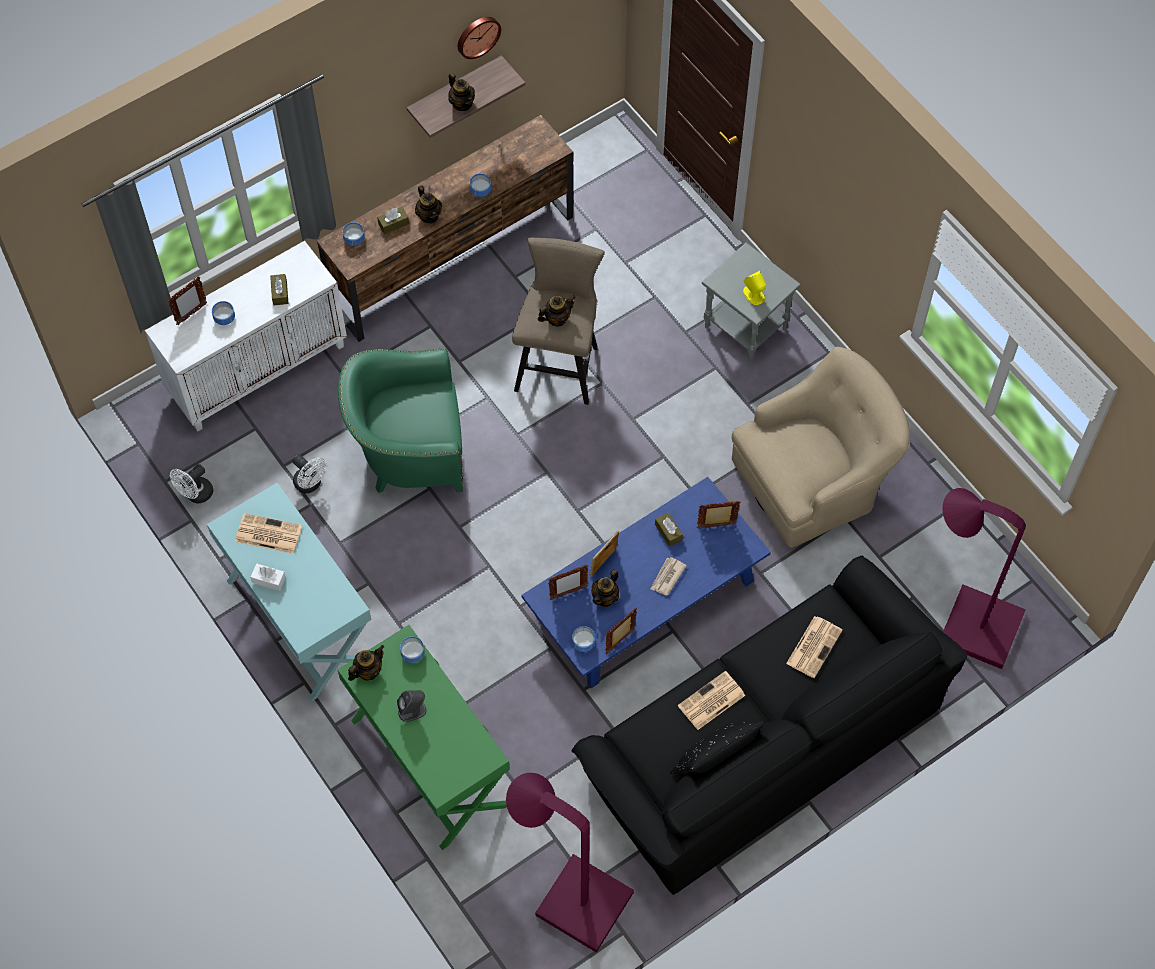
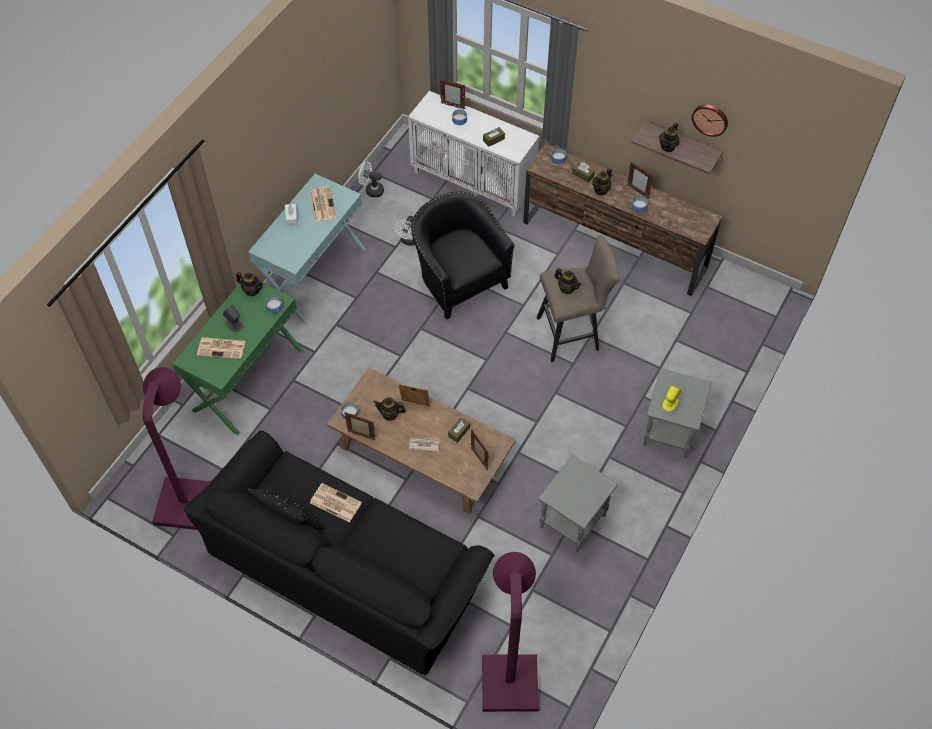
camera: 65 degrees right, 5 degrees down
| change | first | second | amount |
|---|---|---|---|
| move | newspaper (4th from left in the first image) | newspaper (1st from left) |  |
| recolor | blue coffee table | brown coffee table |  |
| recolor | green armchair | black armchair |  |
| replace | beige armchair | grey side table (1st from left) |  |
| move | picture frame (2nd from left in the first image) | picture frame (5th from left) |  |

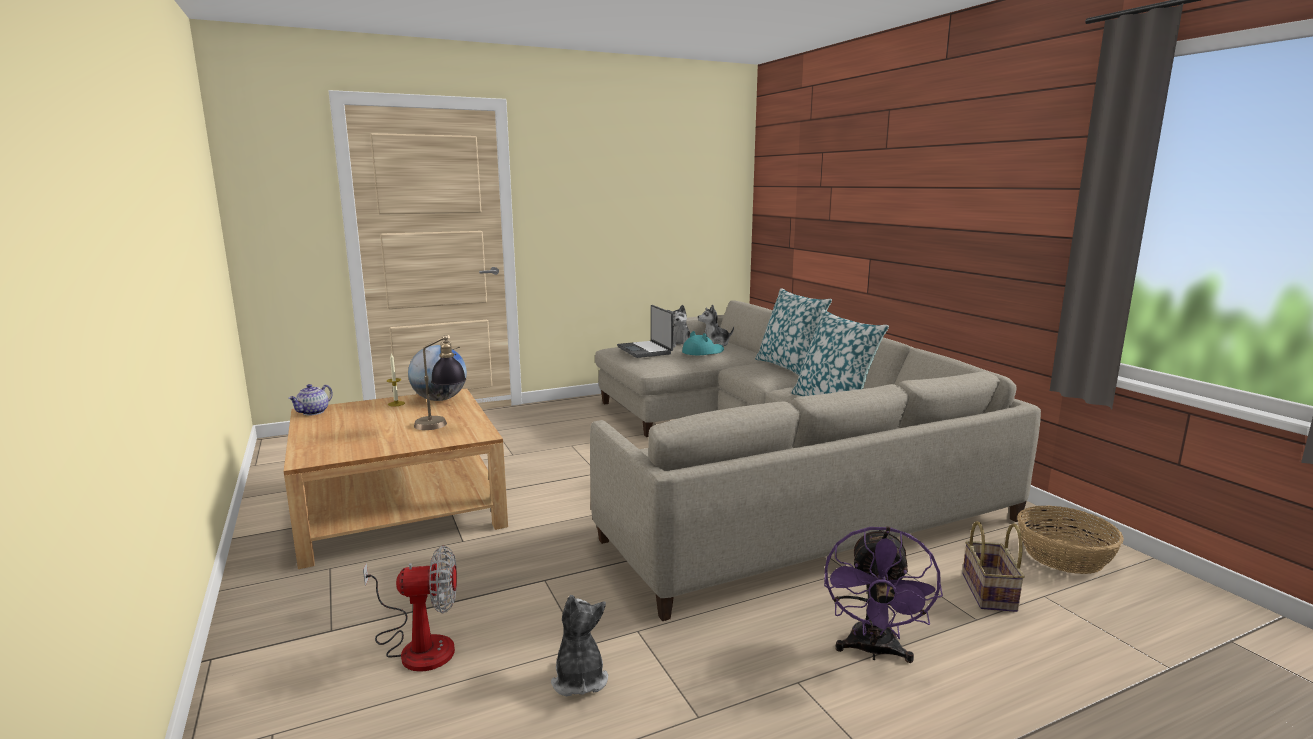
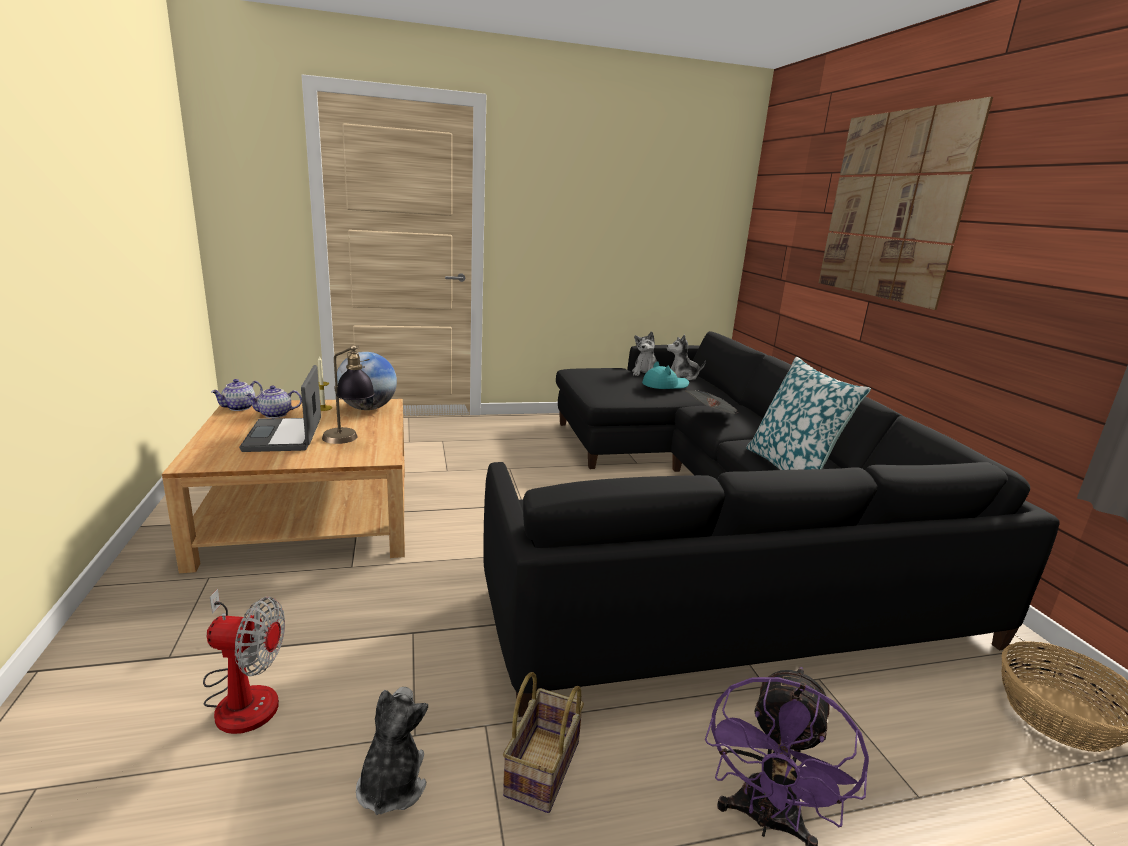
camera: 10 degrees right, 5 degrees up
| change | first | second | amount |
|---|---|---|---|
| move | laptop |  |  |
| insert |  | teapot (2nd from left) |  |
| recolor | beige sofa | black sofa |  |
| move | basket (1st from left) |  |  |
| insert |  | newspaper |  |
| insert |  | picture |  |
| delete | pillow (1st from left) |  |  |

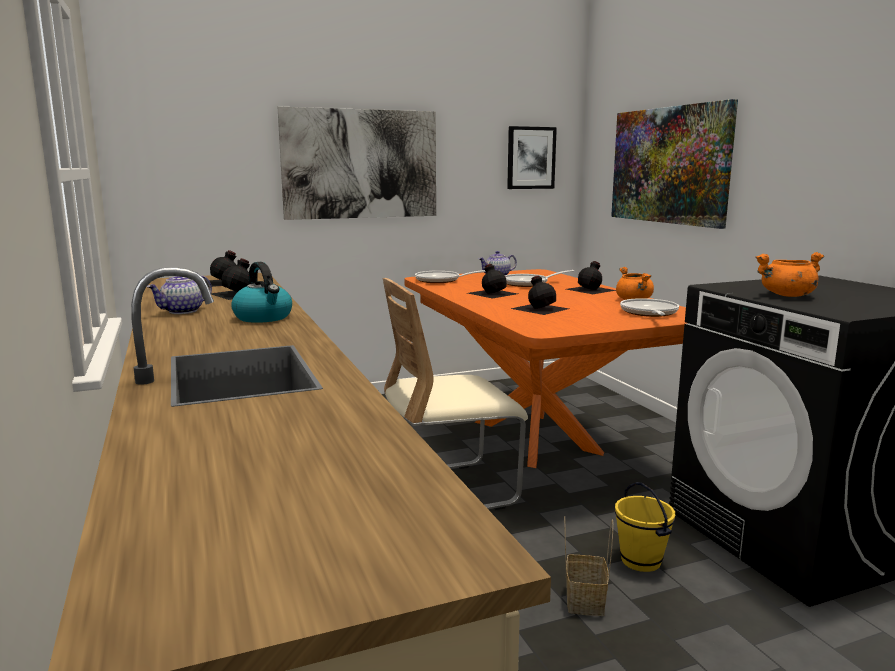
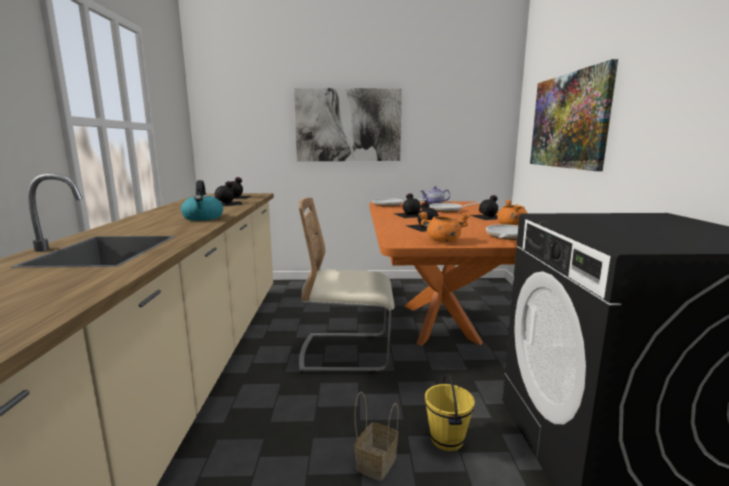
camera: 20 degrees right, 0 degrees up
| change | first | second | amount |
|---|---|---|---|
| move | orange cooking pot (2nd from left in the first image) | orange cooking pot (1st from left) |  |
| delete | teapot (1st from left) |  |  |
| delete | picture (2nd from left) |  |  |

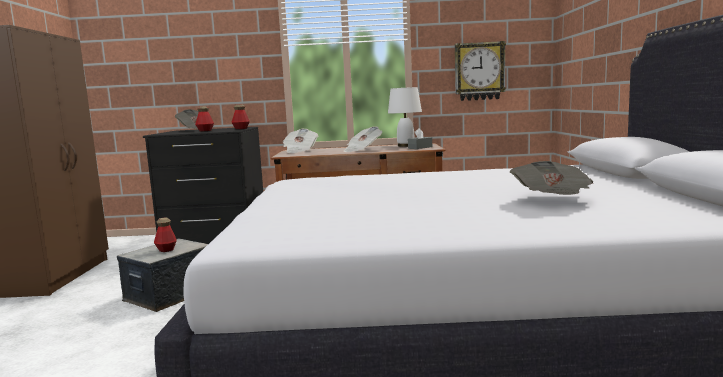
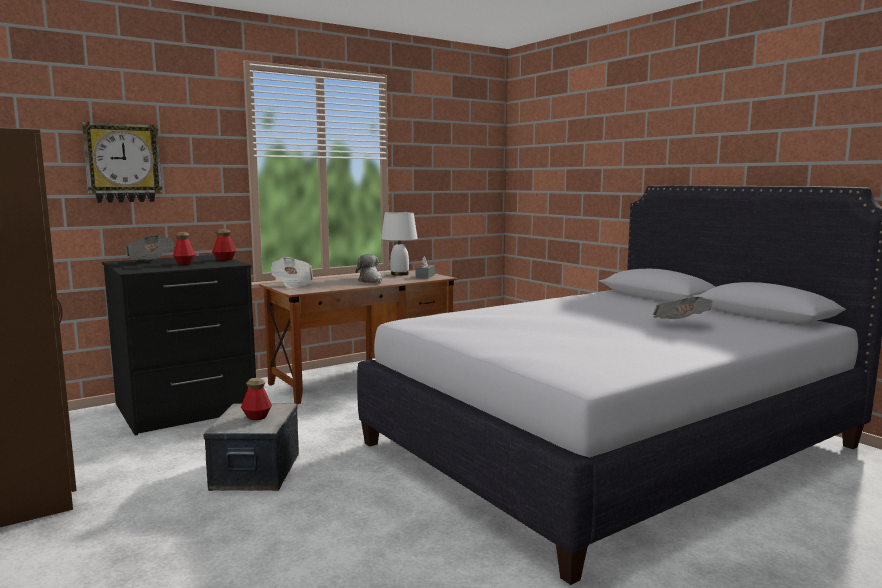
camera: 35 degrees left, 0 degrees up
| change | first | second | amount |
|---|---|---|---|
| move | wall clock |  |  |
| replace | newspaper (3rd from left) | plush toy |  |

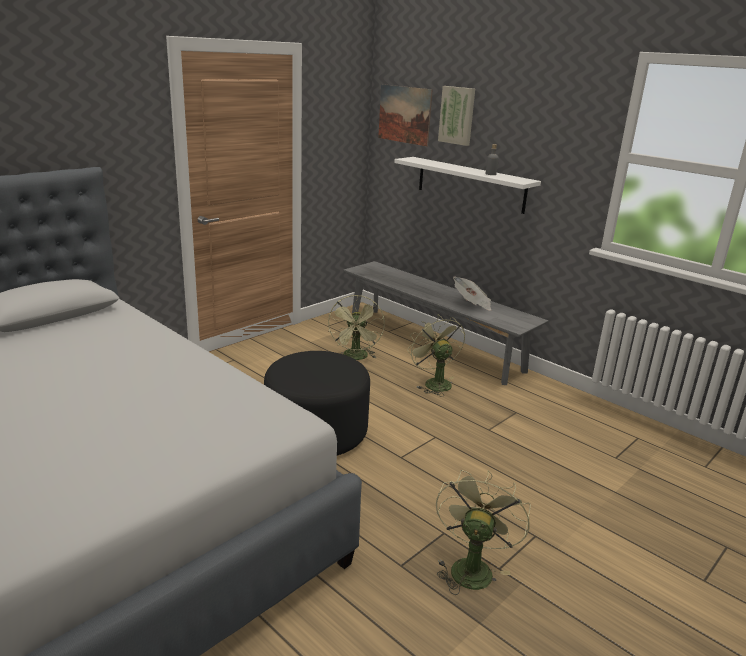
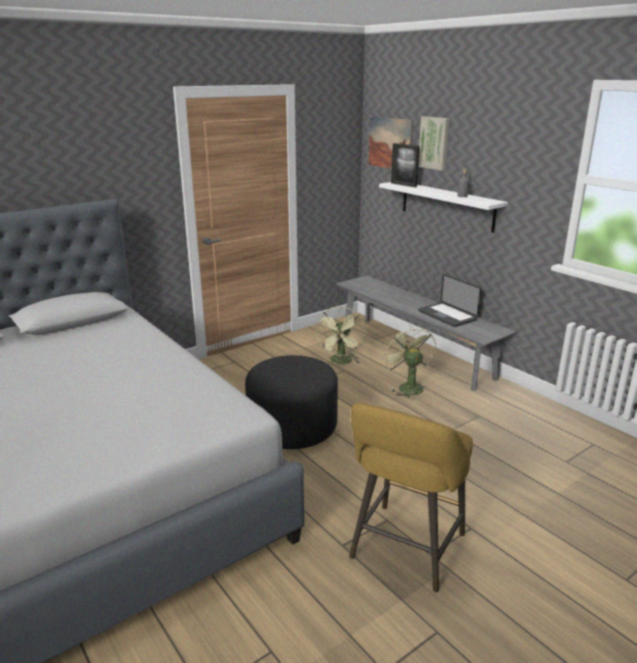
camera: 10 degrees right, 0 degrees up
| change | first | second | amount |
|---|---|---|---|
| replace | green fan (3rd from left) | yellow stool |  |
| insert |  | picture frame |  |
| replace | newspaper | laptop |  |

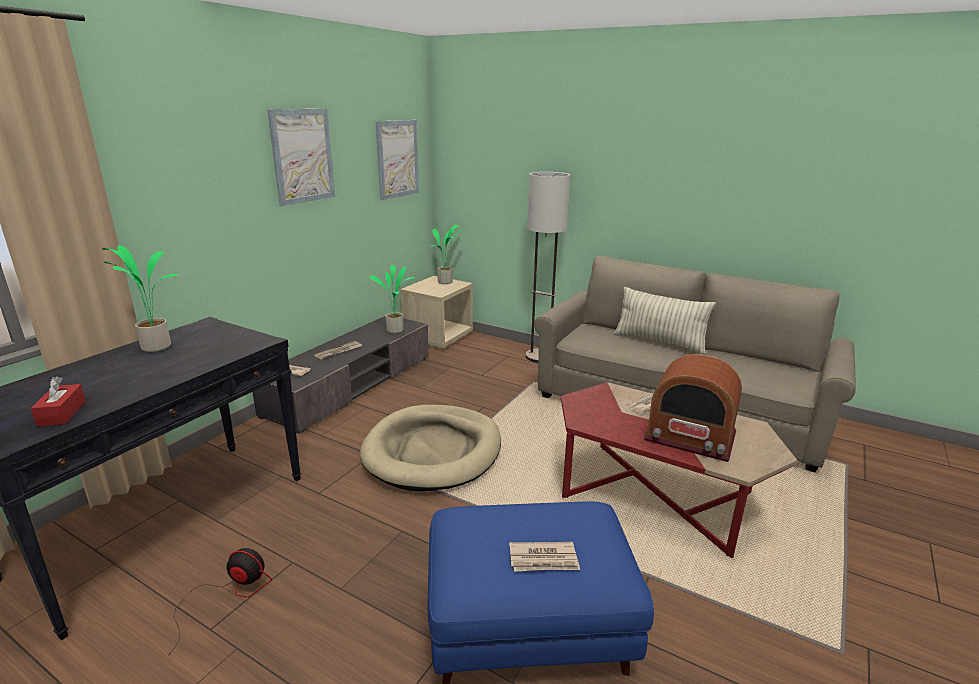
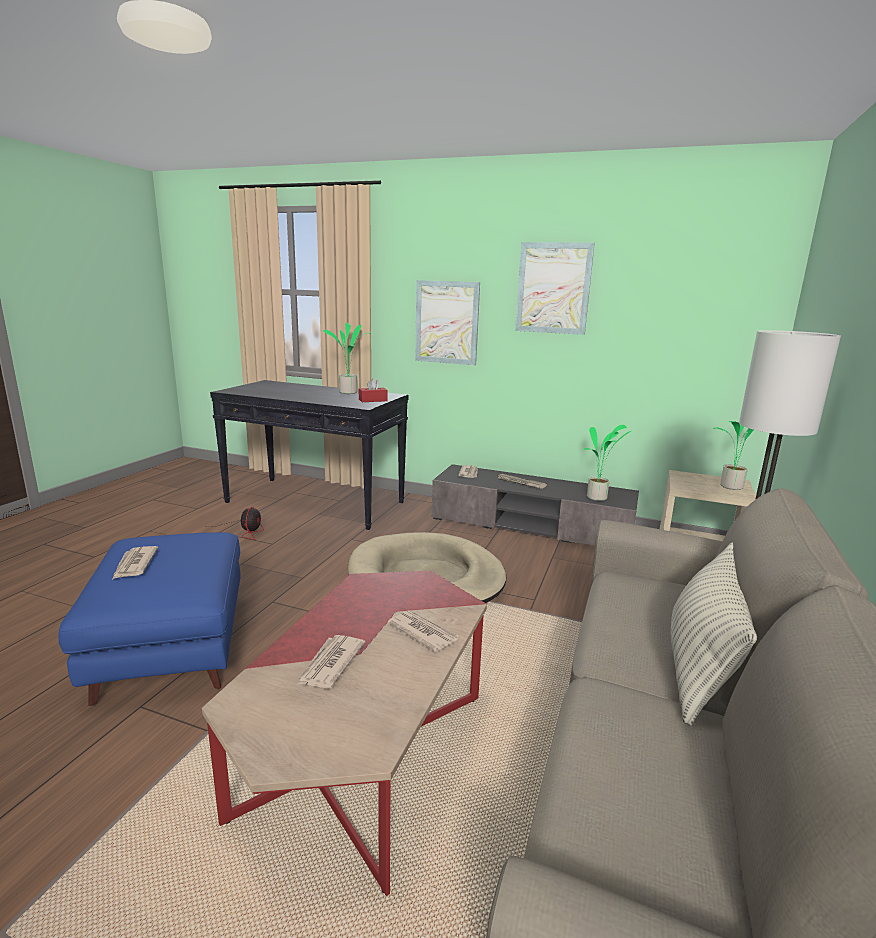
camera: 80 degrees right, 5 degrees down
| change | first | second | amount |
|---|---|---|---|
| replace | radio | newspaper (2nd from left) |  |
| move | red tissue box |  |  |
| move | picture (2nd from left in the first image) | picture (1st from left) |  |

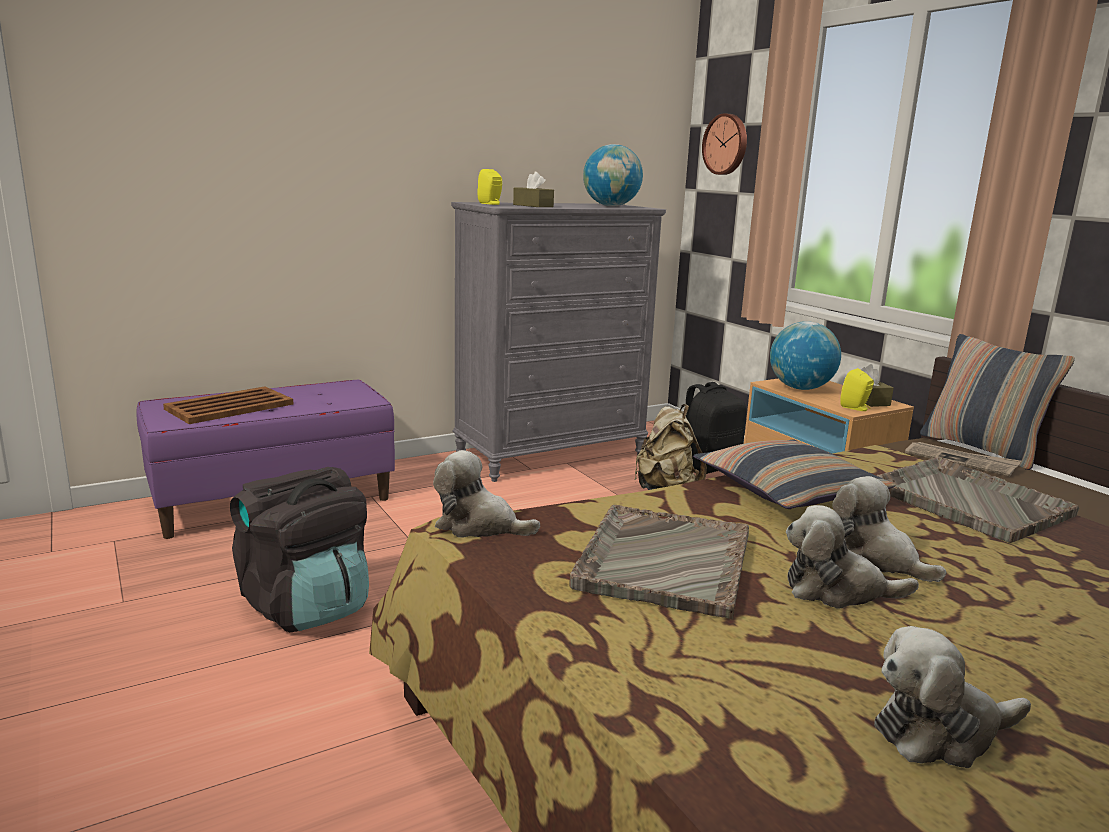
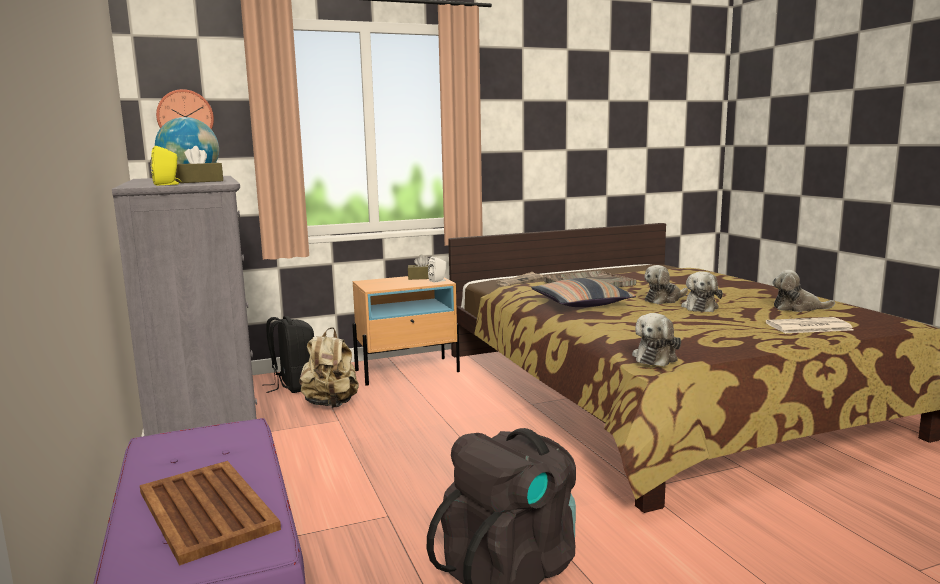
camera: 80 degrees left, 5 degrees down
| change | first | second | amount |
|---|---|---|---|
| recolor | yellow speaker (2nd from left) | white speaker |  |
| insert |  | newspaper (2nd from left) |  |
| rotate | plush toy (4th from left) |  | 105 degrees clockwise |
| delete | grey tray (1st from left) |  |  |
| delete | globe (2nd from left) |  |  |
| delete | pillow (2nd from left) |  |  |

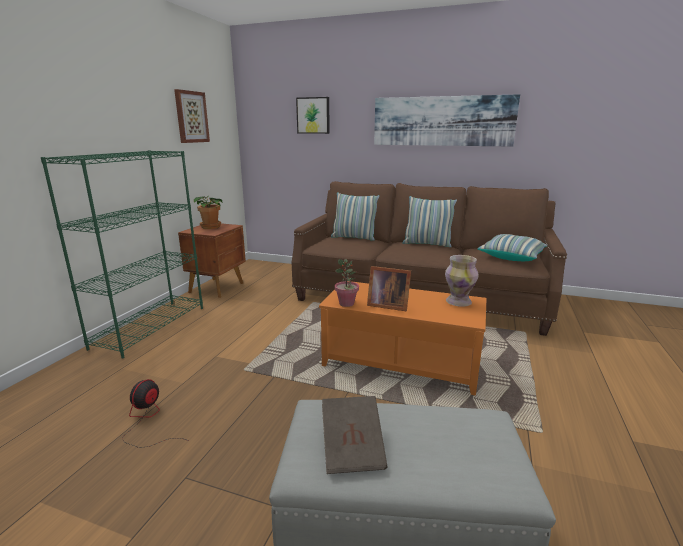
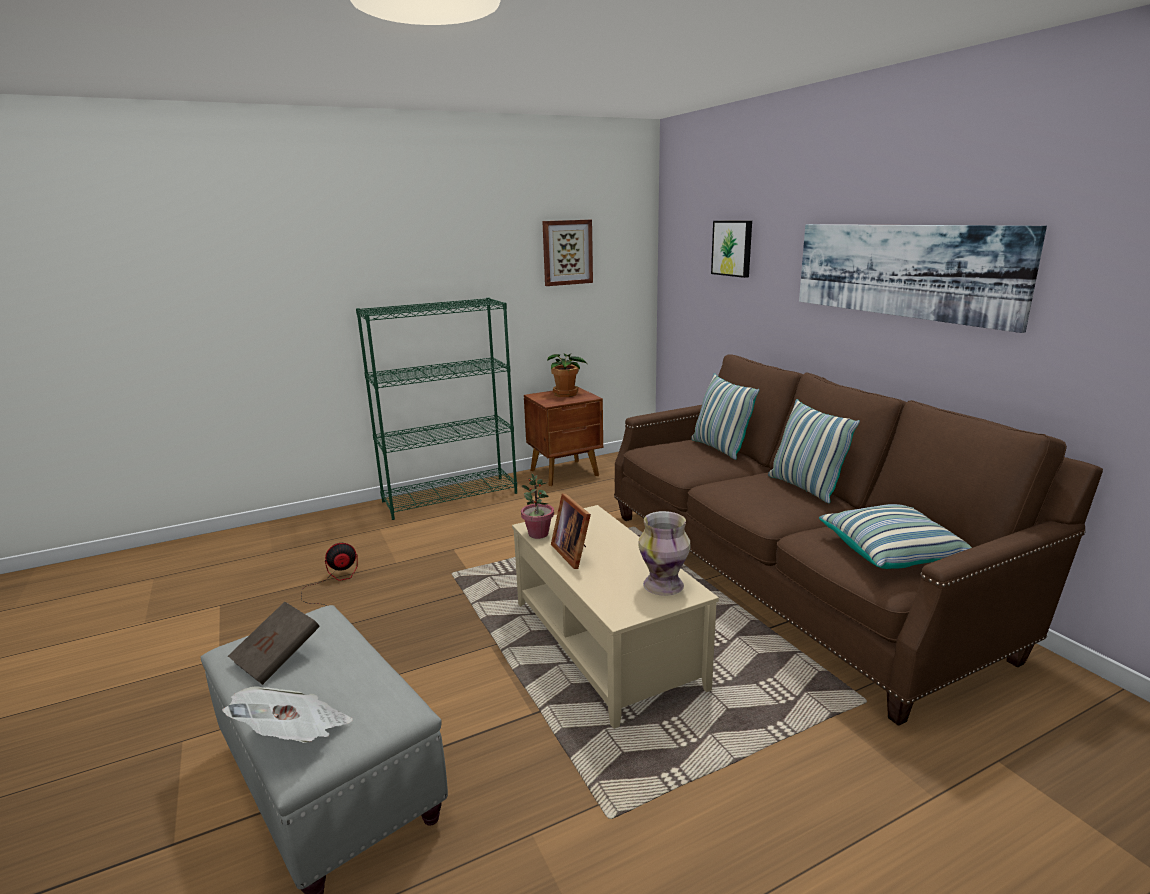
camera: 45 degrees right, 0 degrees up
| change | first | second | amount |
|---|---|---|---|
| insert |  | newspaper |  |
| recolor | orange coffee table | beige coffee table |  |

